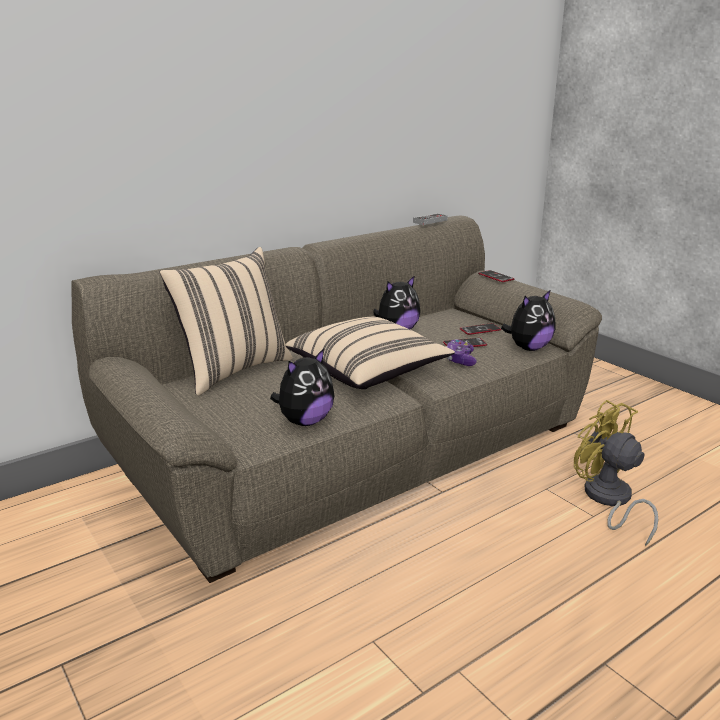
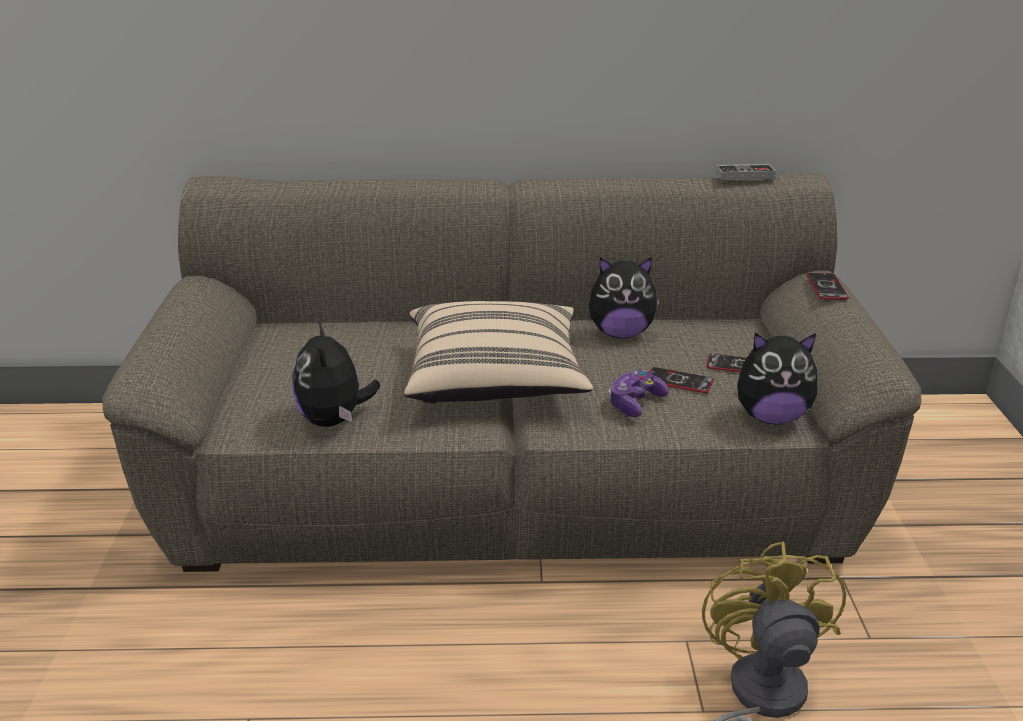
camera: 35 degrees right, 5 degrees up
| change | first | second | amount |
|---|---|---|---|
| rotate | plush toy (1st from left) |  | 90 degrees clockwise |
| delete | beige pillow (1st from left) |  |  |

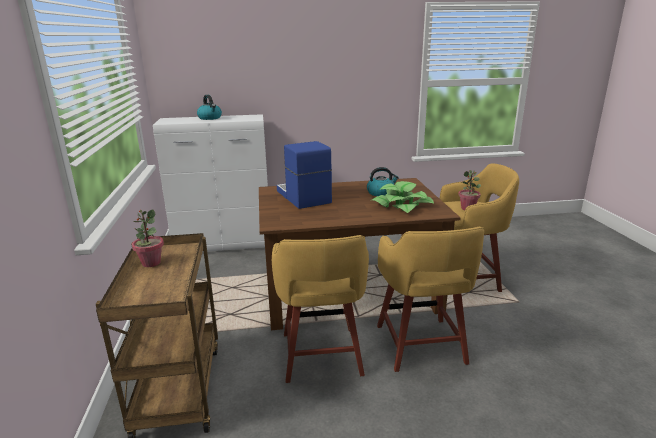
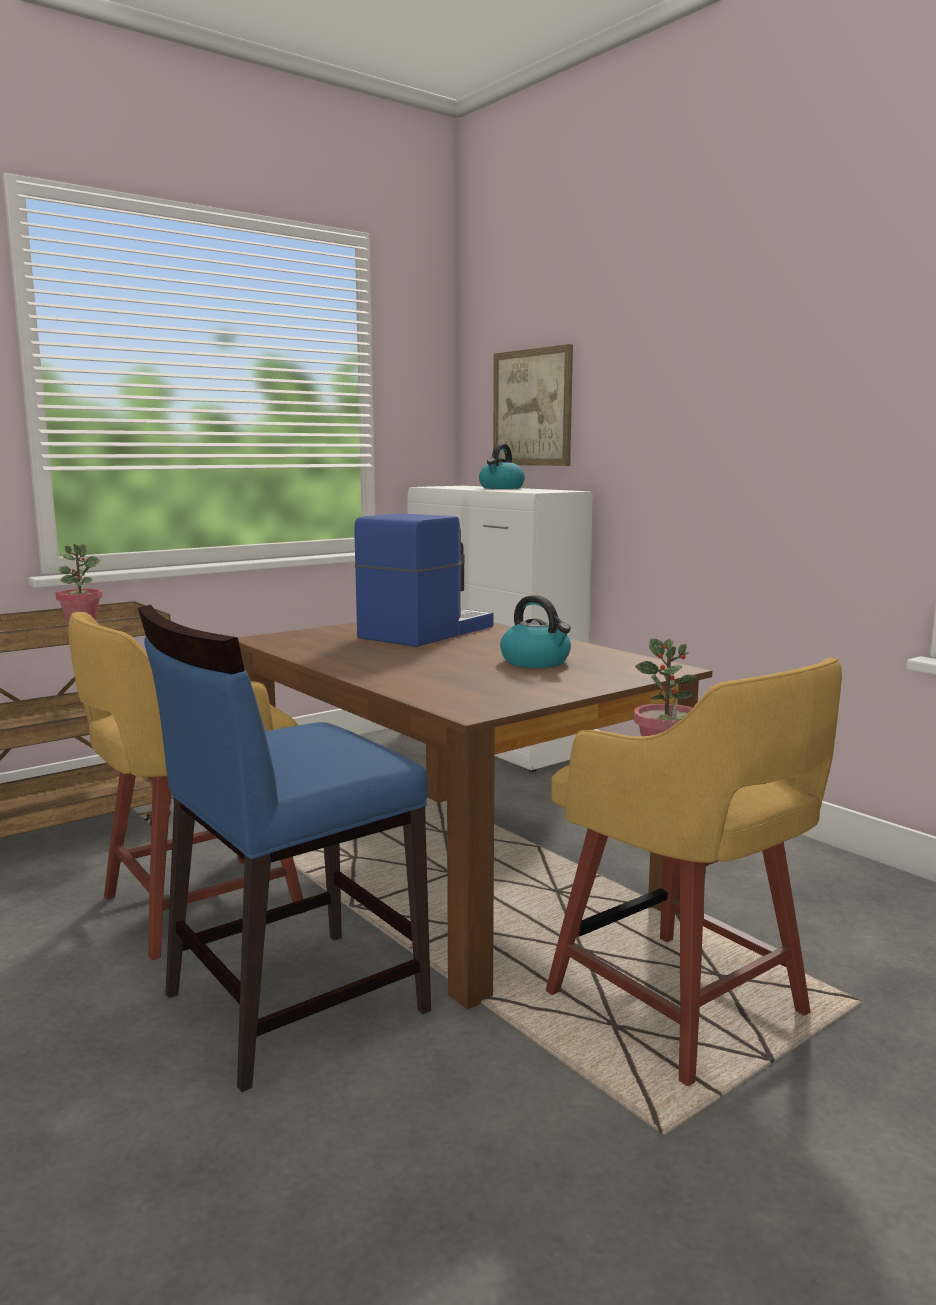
camera: 60 degrees right, 10 degrees down
| change | first | second | amount |
|---|---|---|---|
| replace | yellow stool (2nd from left) | blue chair |  |
| insert |  | picture |  |
| delete | potted plant (2nd from left) |  |  |

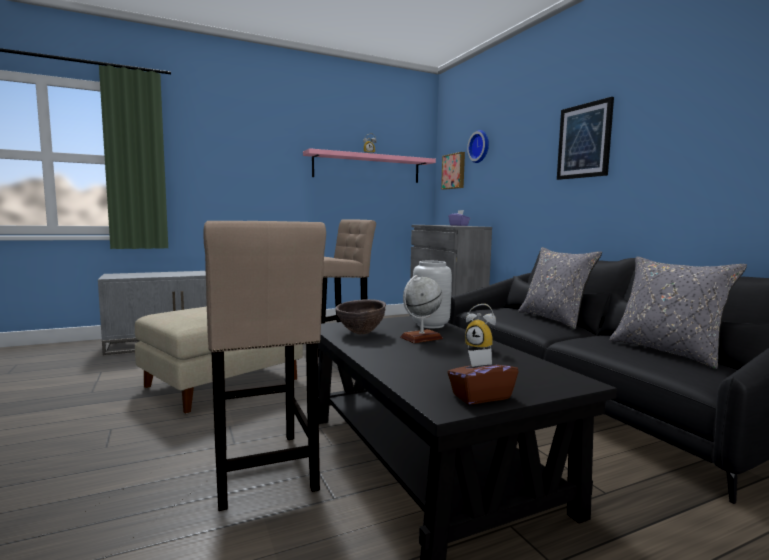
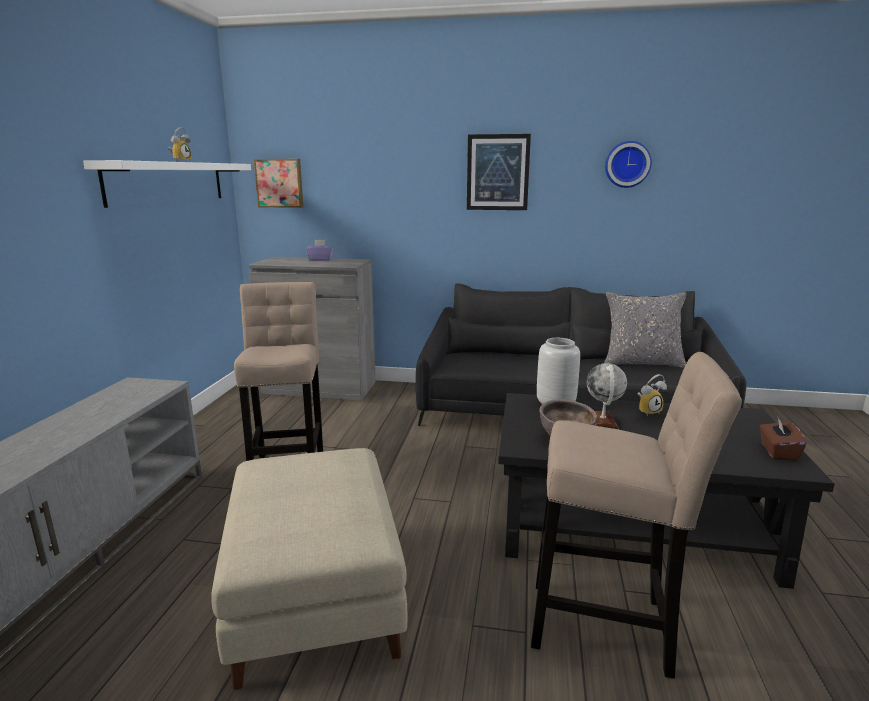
camera: 55 degrees left, 10 degrees up
| change | first | second | amount |
|---|---|---|---|
| recolor | pink shelf | white shelf |  |
| move | wall clock |  |  |
| delete | grey pillow (1st from left) |  |  |

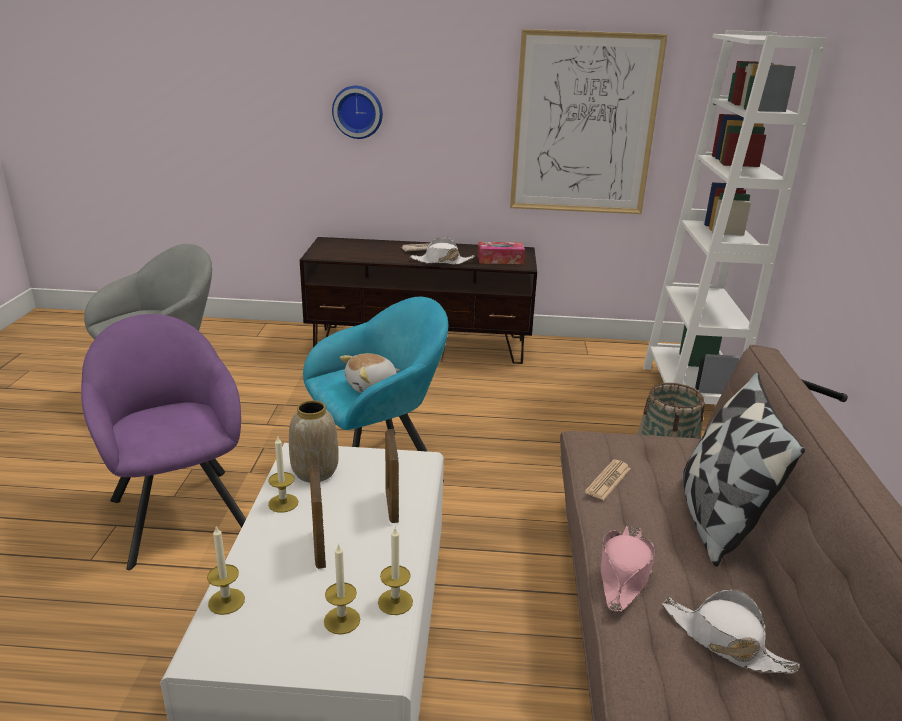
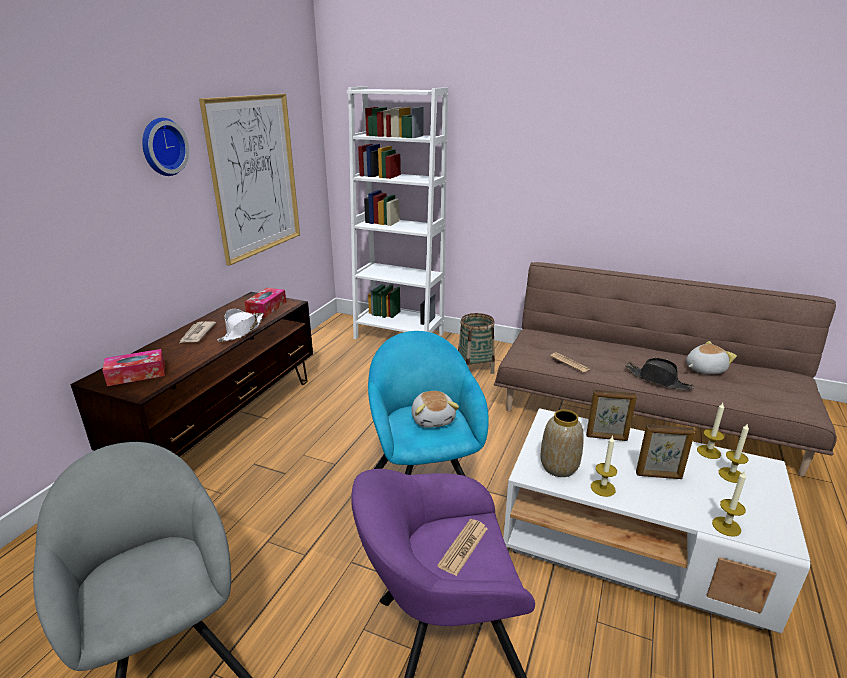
camera: 70 degrees left, 0 degrees up
| change | first | second | amount |
|---|---|---|---|
| insert |  | tissue box (1st from left) |  |
| move | wall clock |  |  |
| insert |  | newspaper (2nd from left) |  |
| recolor | pink hat | black hat |  |
| replace | white hat (2nd from left) | plush toy (2nd from left) |  |
| delete | pillow |  |  |

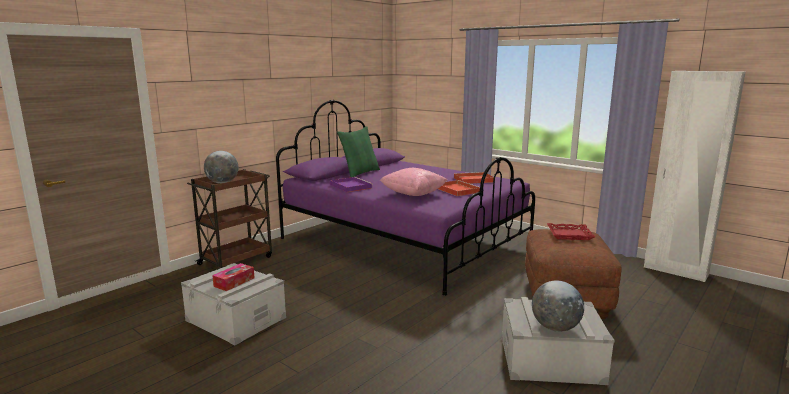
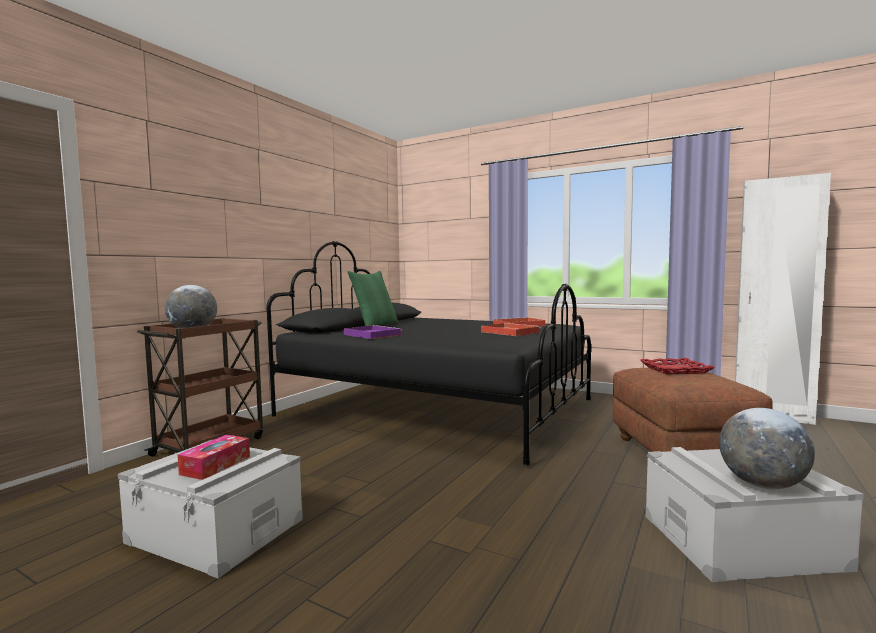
camera: 10 degrees left, 10 degrees down
| change | first | second | amount |
|---|---|---|---|
| recolor | purple bed | black bed |  |
| delete | pink pillow |  |  |

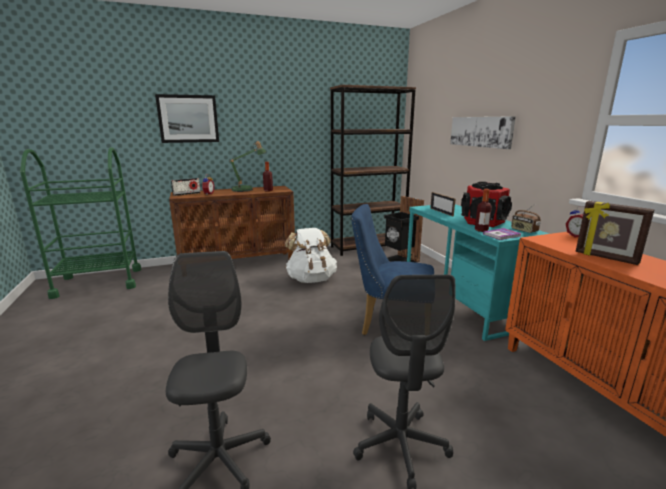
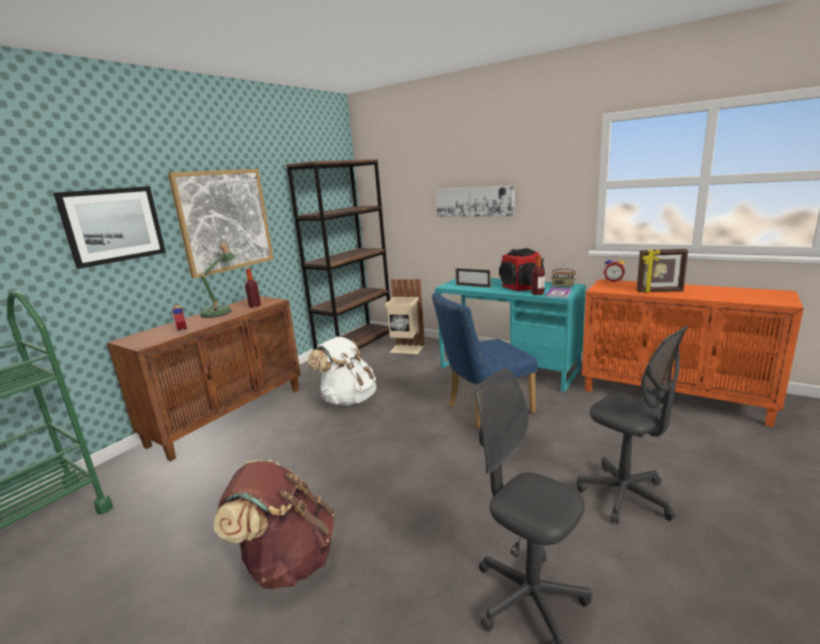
camera: 35 degrees left, 0 degrees up
| change | first | second | amount |
|---|---|---|---|
| insert |  | picture (2nd from left) |  |
| insert |  | brown backpack |  |
| recolor | black trash can | beige trash can |  |
| delete | radio (1st from left) |  |  |

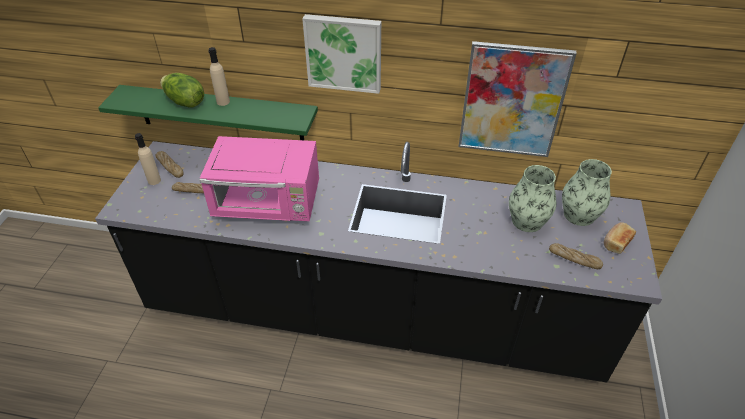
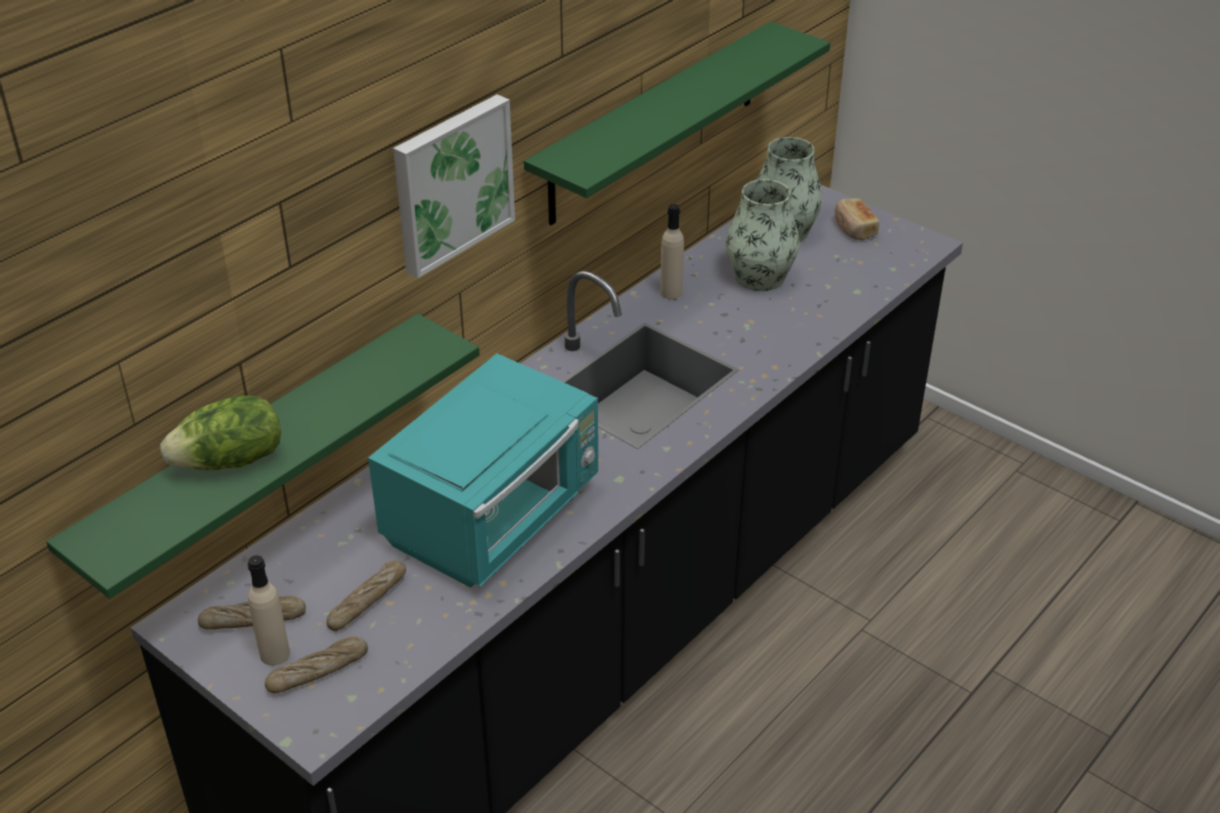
camera: 60 degrees left, 5 degrees down
| change | first | second | amount |
|---|---|---|---|
| move | bread (3rd from left in the first image) | bread (2nd from left) |  |
| recolor | pink microwave | turquoise microwave |  |
| replace | picture (2nd from left) | green shelf (2nd from left) |  |
| move | beige bottle (2nd from left) |  |  |

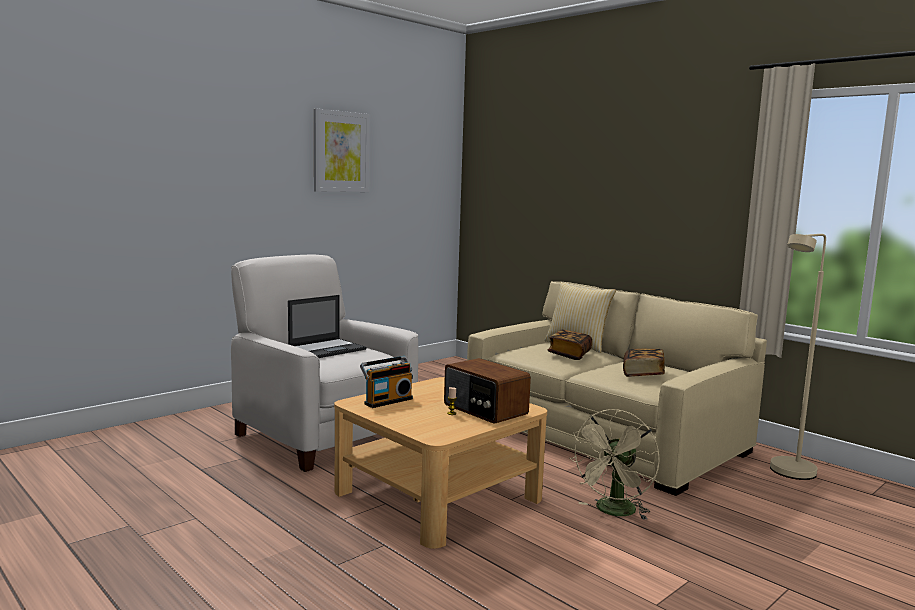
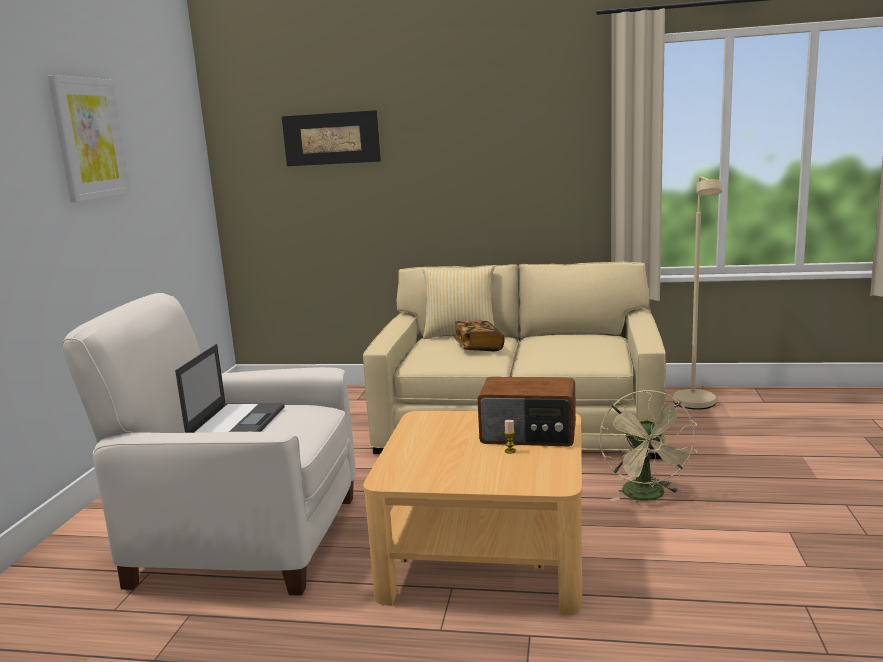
camera: 35 degrees left, 5 degrees up
| change | first | second | amount |
|---|---|---|---|
| insert |  | picture (2nd from left) |  |
| delete | radio (1st from left) |  |  |
| delete | book (2nd from left) |  |  |

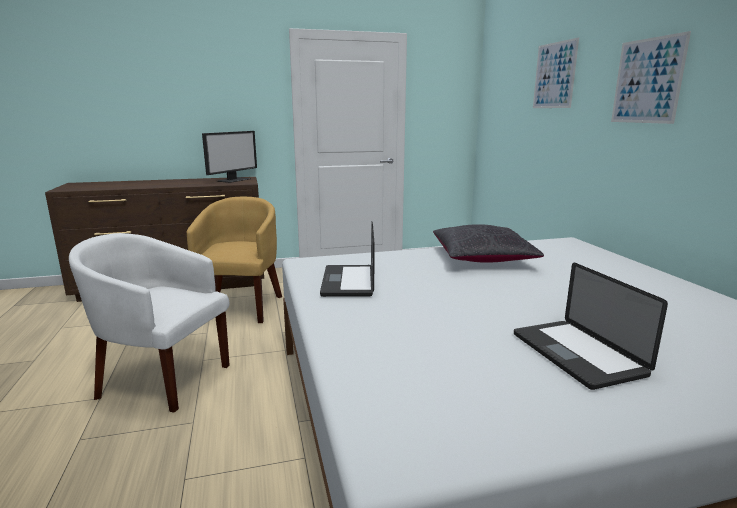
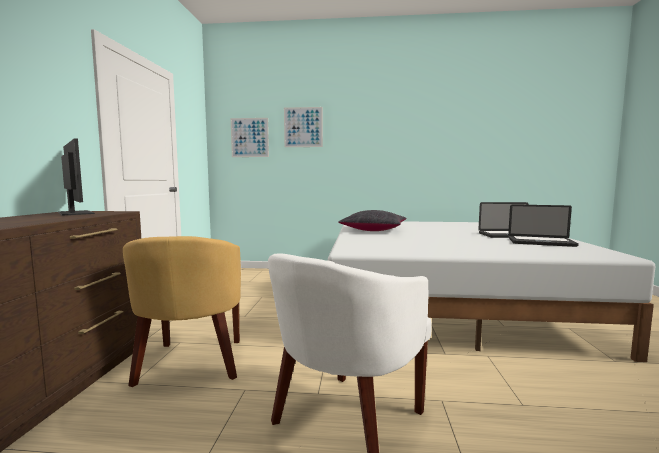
camera: 70 degrees left, 10 degrees down
| change | first | second | amount |
|---|---|---|---|
| rotate | yellow armchair |  | 120 degrees counterclockwise |
| move | picture (2nd from left in the first image) | picture (1st from left) |  |
| move | laptop (1st from left in the first image) | laptop (2nd from left) |  |

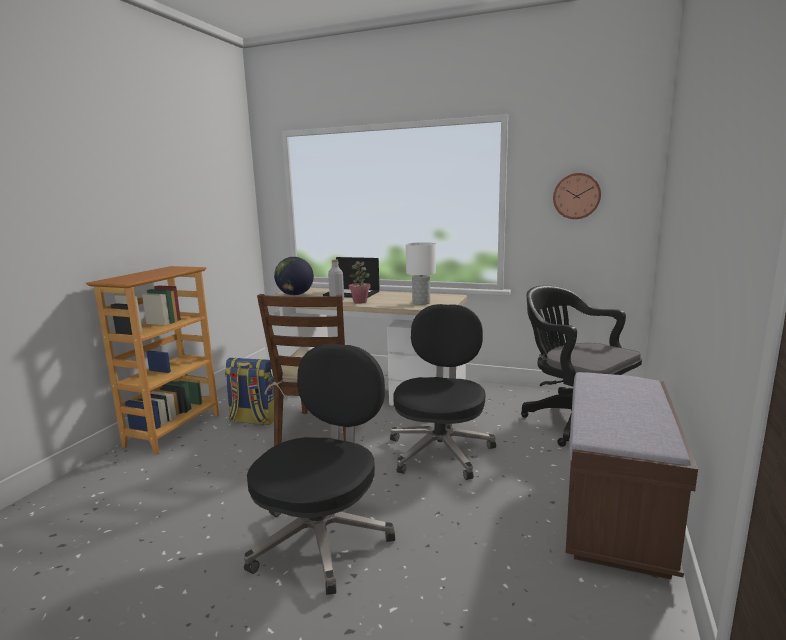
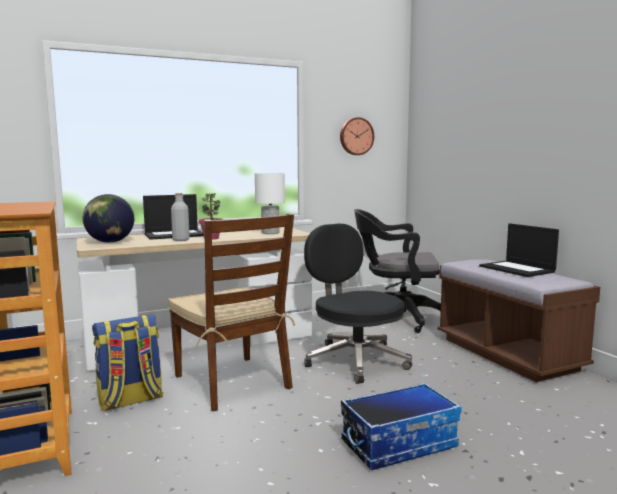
camera: 45 degrees left, 5 degrees down
| change | first | second | amount |
|---|---|---|---|
| replace | black office chair (1st from left) | storage box |  |
| insert |  | laptop (2nd from left) |  |

